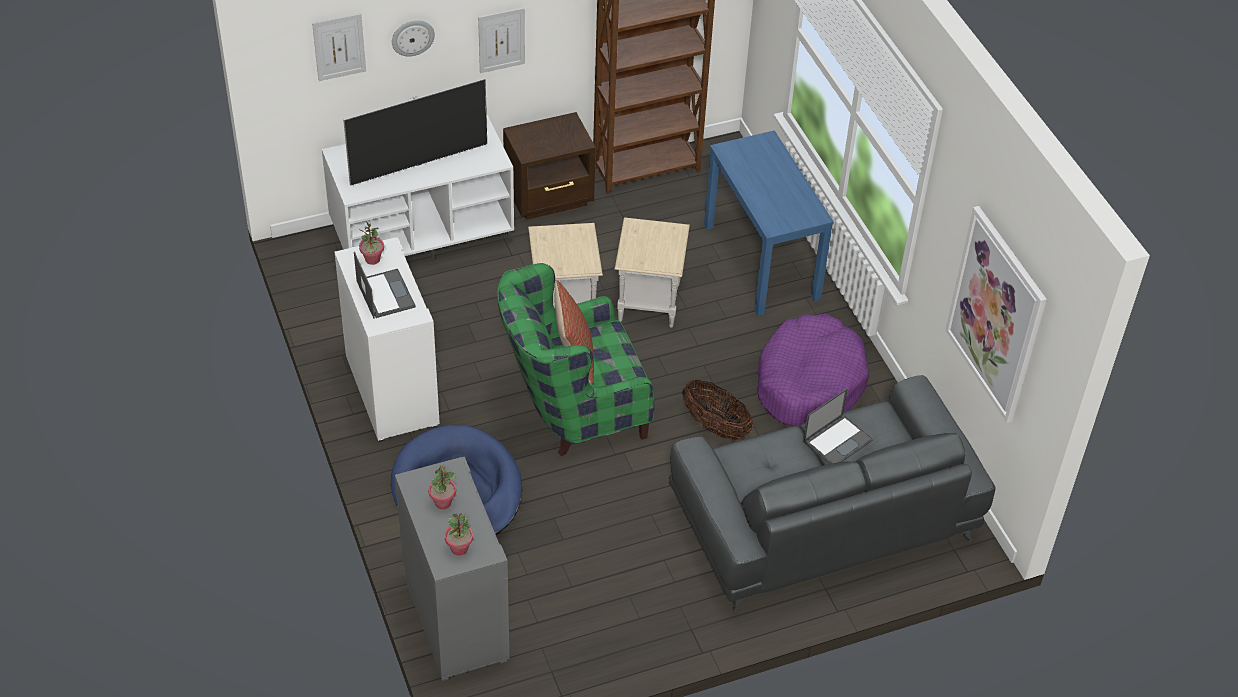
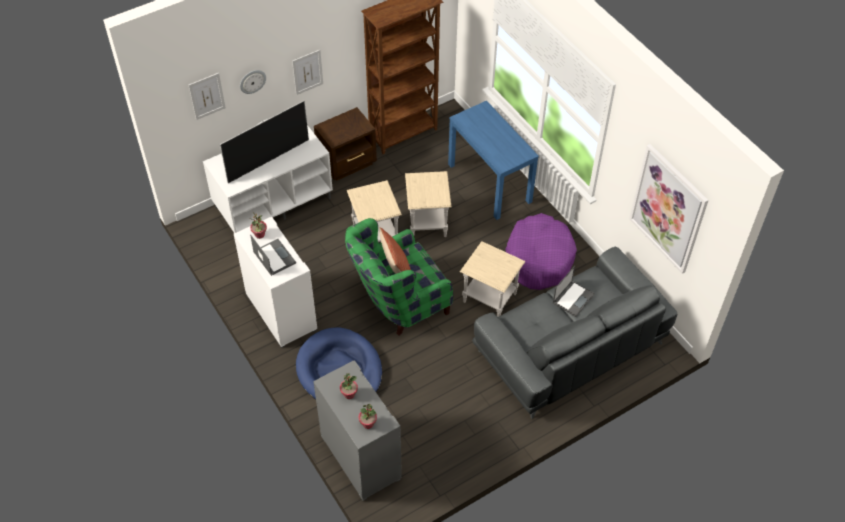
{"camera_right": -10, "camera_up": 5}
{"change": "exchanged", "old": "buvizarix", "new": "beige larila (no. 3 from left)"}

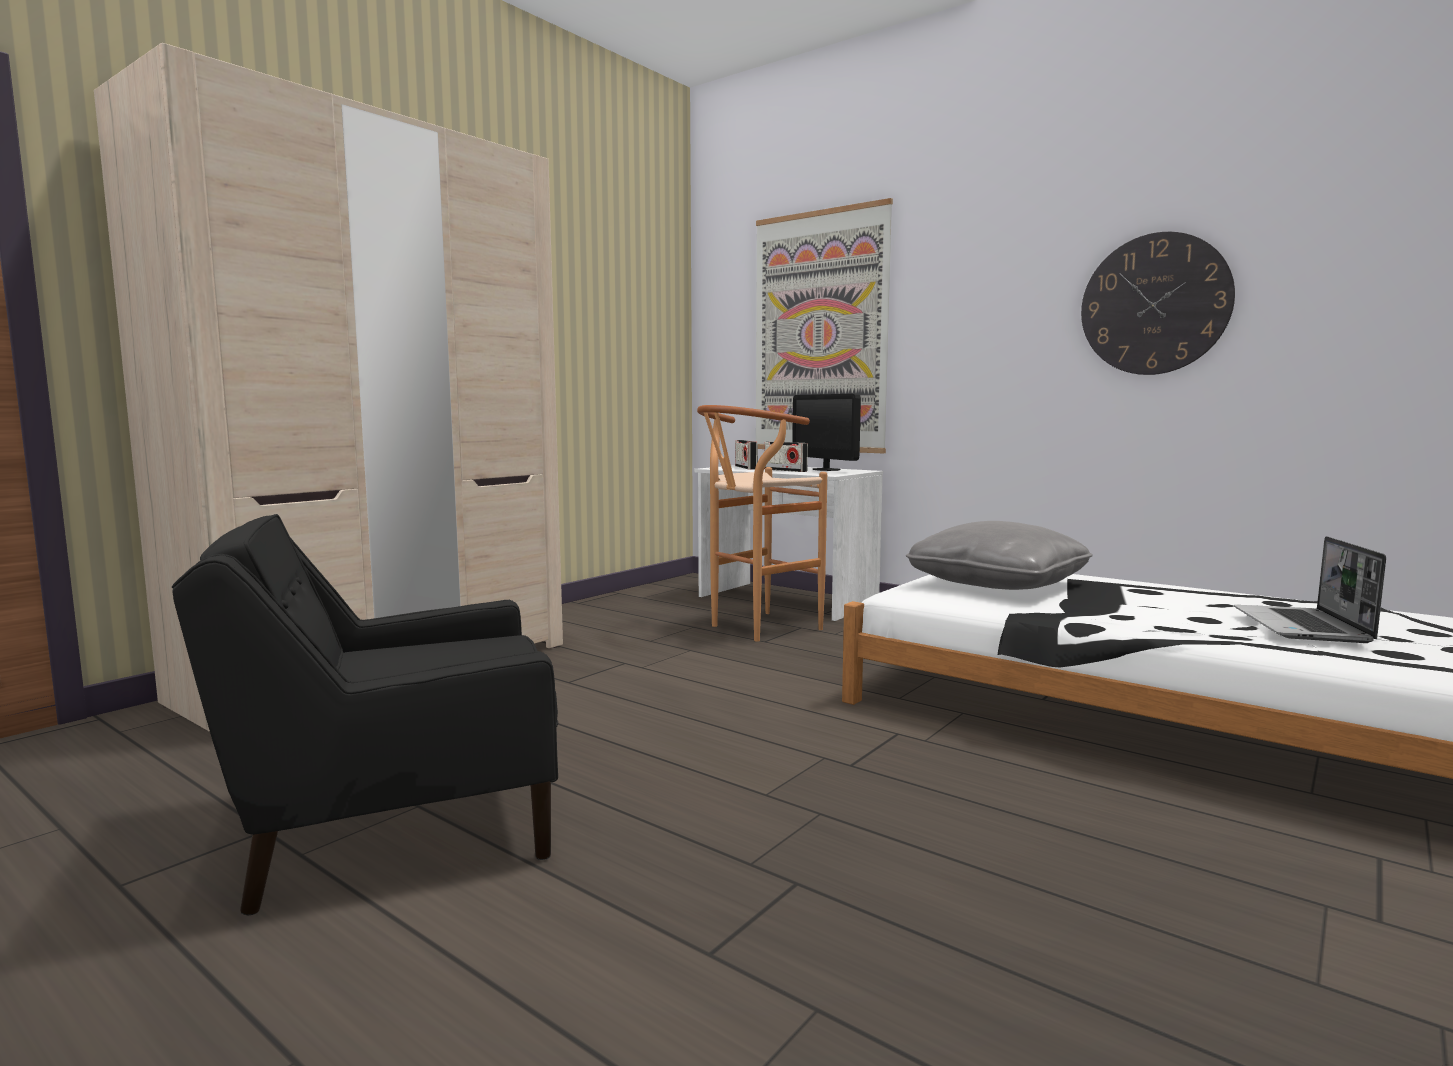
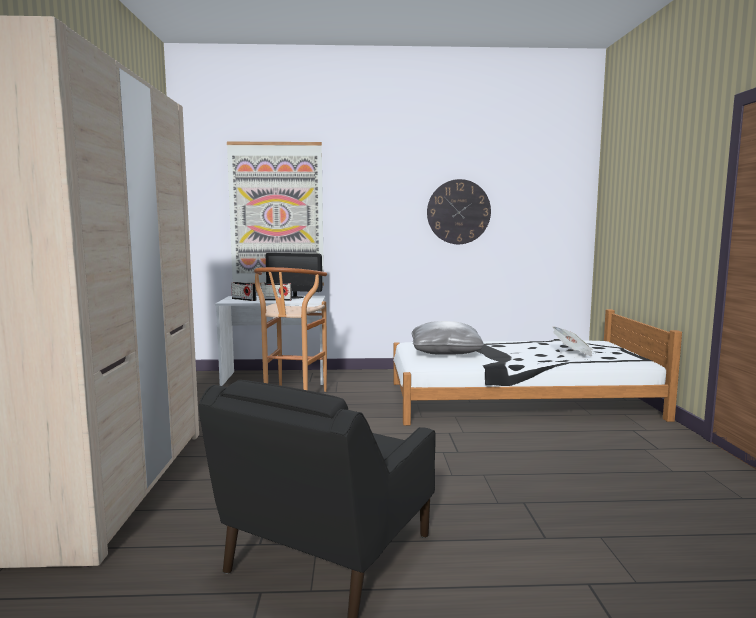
{"camera_right": -40, "camera_up": 0}
{"change": "exchanged", "old": "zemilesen", "new": "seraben"}

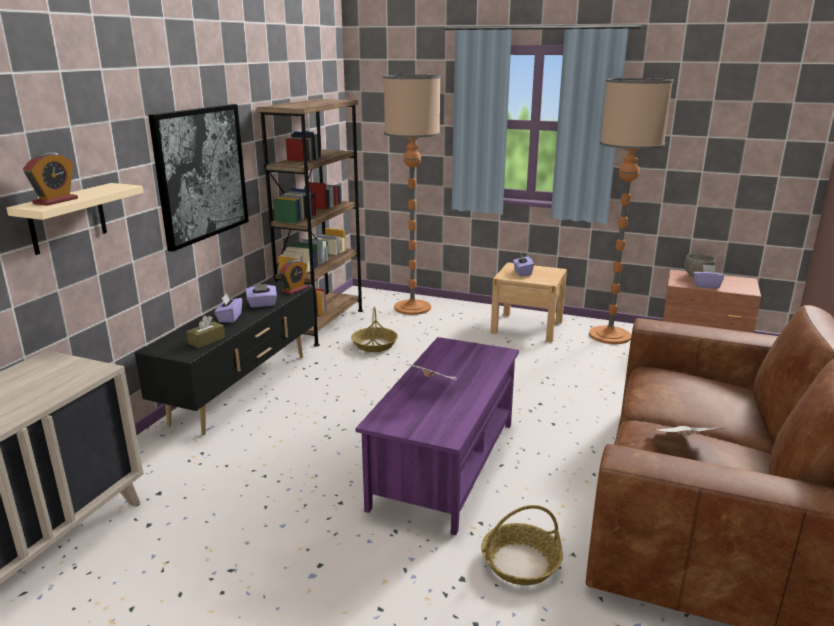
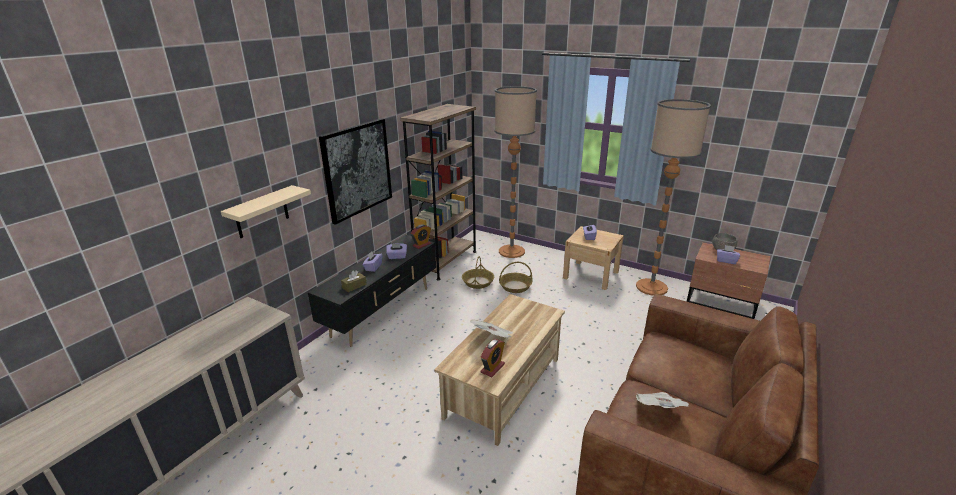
{"camera_right": 10, "camera_up": 5}
{"change": "relocated", "old": "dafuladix (no. 1 from left in the first image)", "new": "dafuladix (no. 2 from left)"}
{"change": "colour", "old": "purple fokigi", "new": "beige fokigi"}
{"change": "relocated", "old": "buvizarix (no. 2 from left)"}

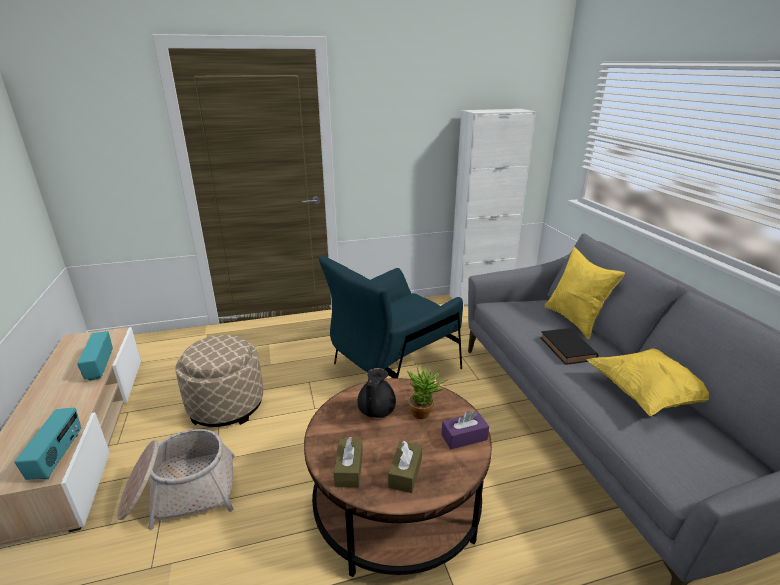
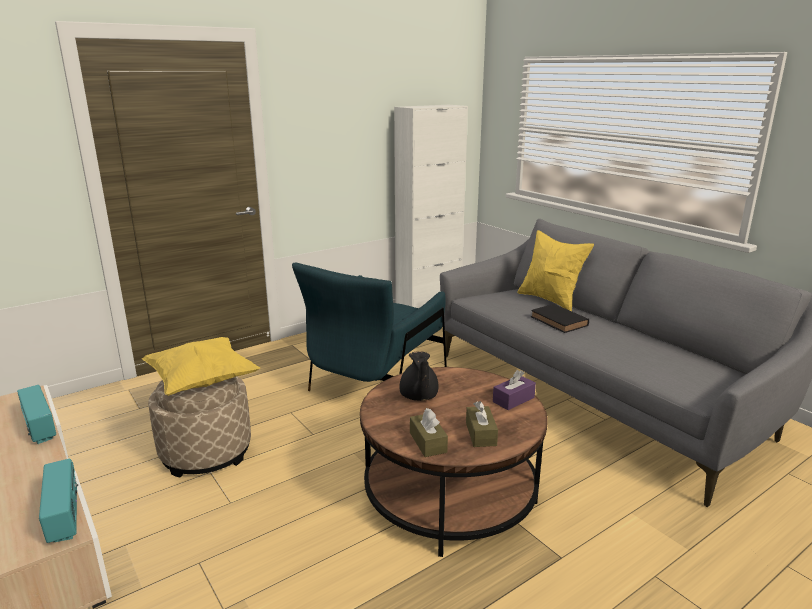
{"camera_right": -20, "camera_up": -5}
{"change": "relocated", "old": "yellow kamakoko (no. 2 from left in the first image)", "new": "yellow kamakoko (no. 1 from left)"}
{"change": "missing", "old": "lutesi"}
{"change": "missing", "old": "buvizarix"}

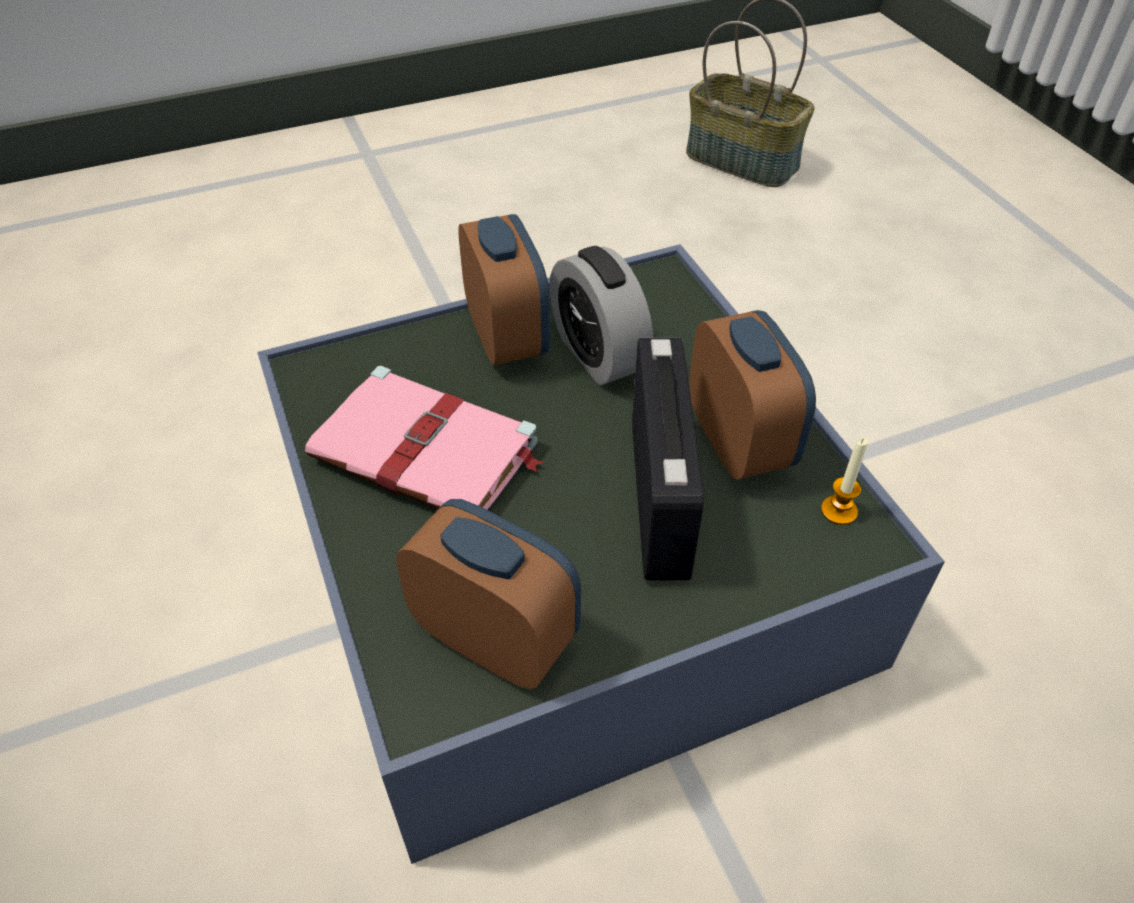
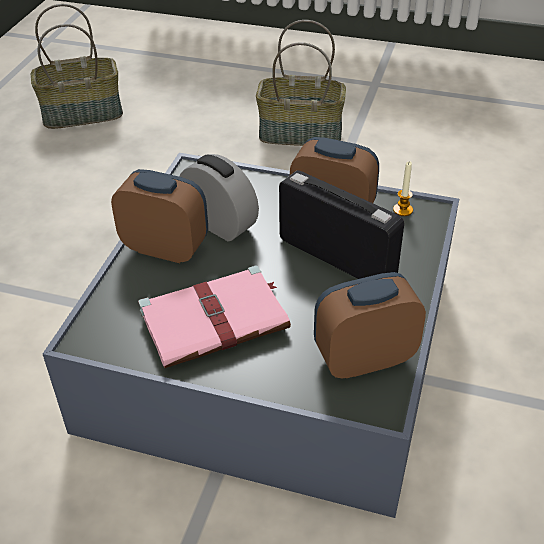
{"camera_right": -50, "camera_up": -5}
{"change": "spun", "old": "dafuladix (no. 3 from left in the first image)", "degrees": -150}
{"change": "appeared", "new": "buvizarix (no. 2 from left)"}

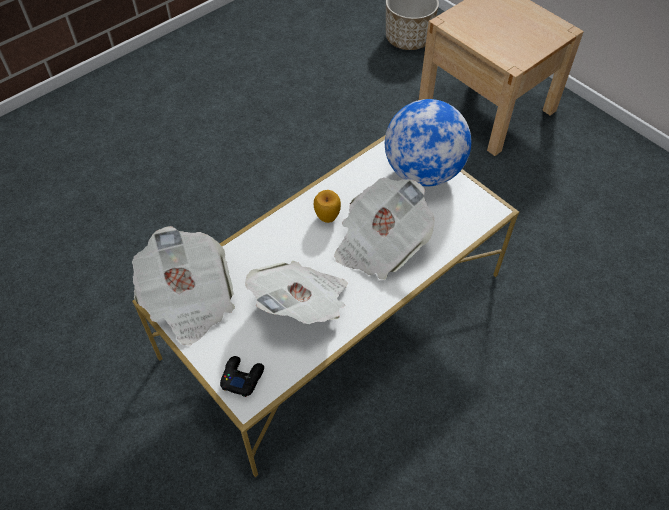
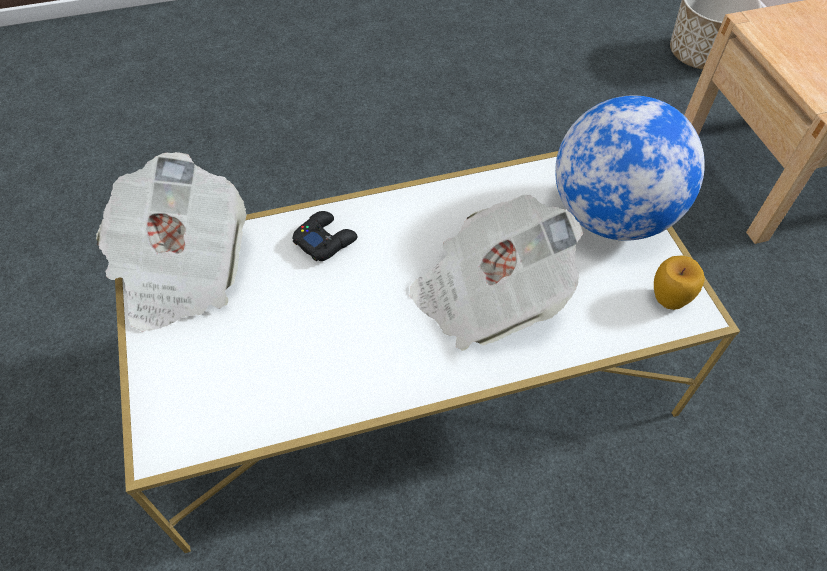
{"camera_right": 25, "camera_up": 0}
{"change": "relocated", "old": "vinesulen"}
{"change": "missing", "old": "seraben (no. 2 from left)"}
{"change": "relocated", "old": "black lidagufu"}

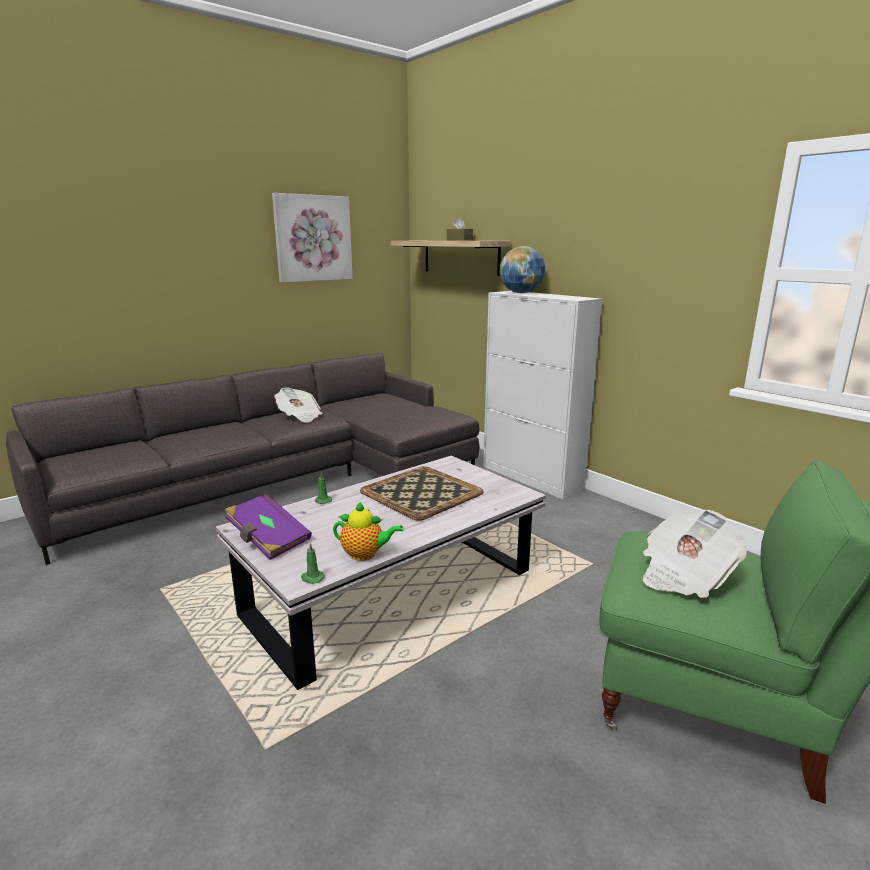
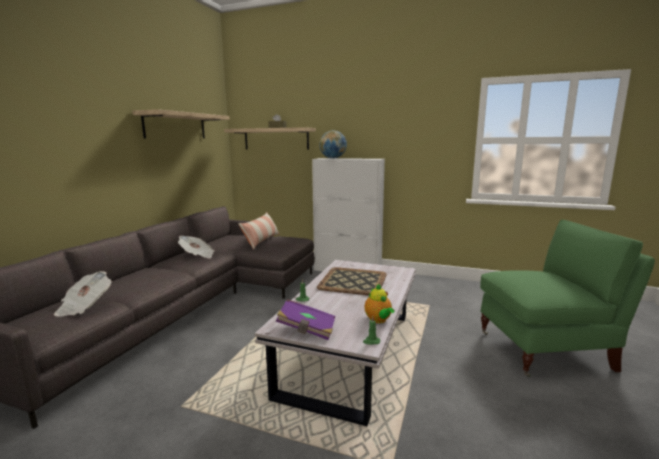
{"camera_right": -30, "camera_up": -5}
{"change": "exchanged", "old": "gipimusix", "new": "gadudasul (no. 1 from left)"}
{"change": "spun", "old": "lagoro", "degrees": 90}
{"change": "relocated", "old": "seraben (no. 2 from left in the first image)", "new": "seraben (no. 1 from left)"}
{"change": "appeared", "new": "kamakoko"}

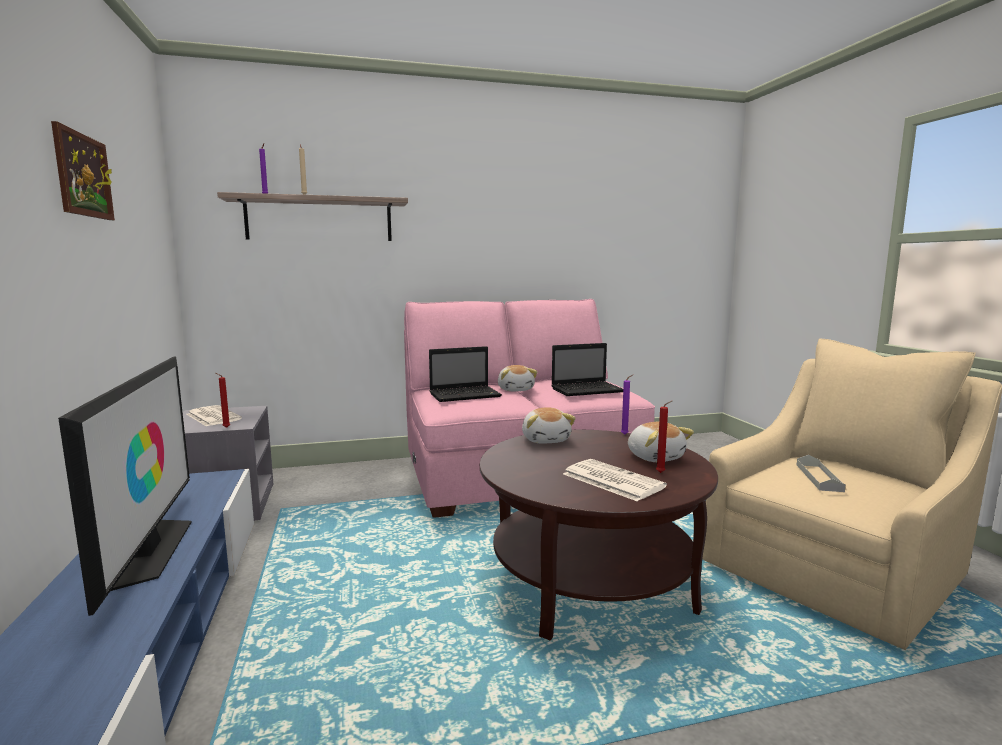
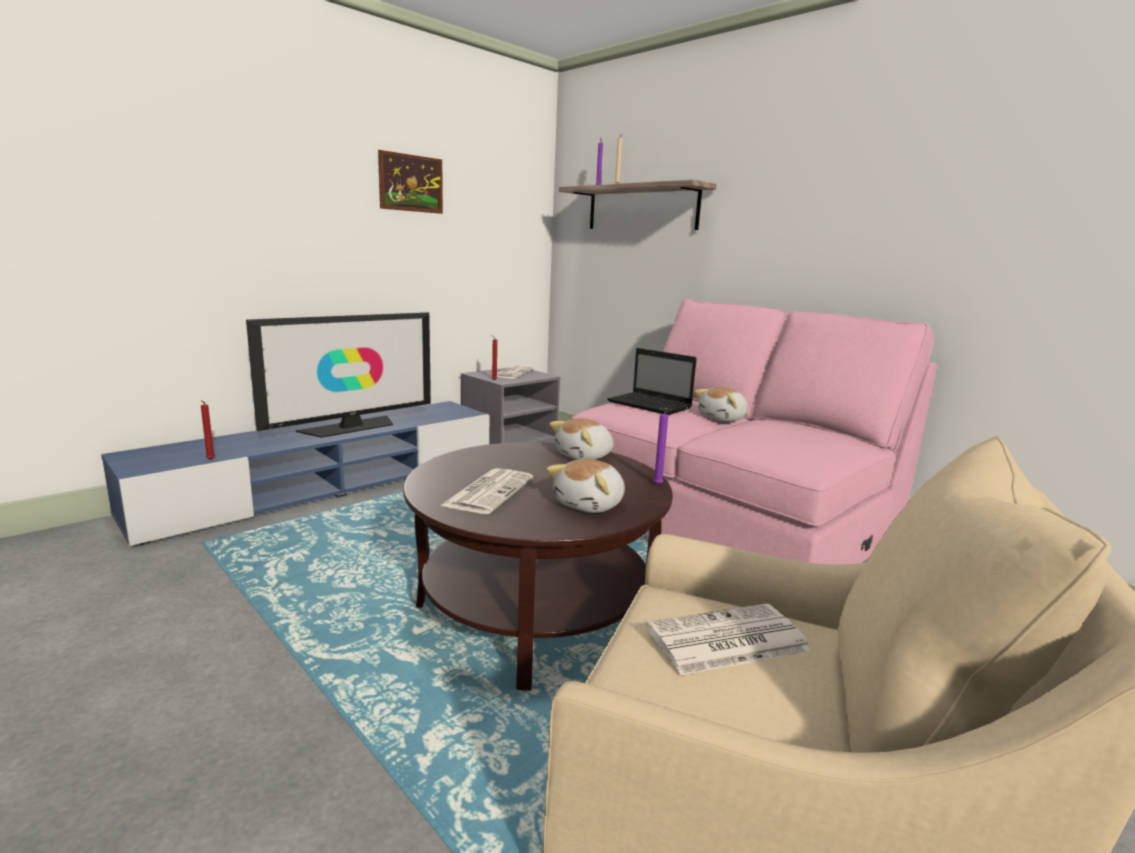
{"camera_right": 60, "camera_up": 5}
{"change": "missing", "old": "zemilesen (no. 2 from left)"}
{"change": "relocated", "old": "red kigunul (no. 2 from left in the first image)", "new": "red kigunul (no. 1 from left)"}
{"change": "exchanged", "old": "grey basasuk", "new": "seraben (no. 3 from left)"}

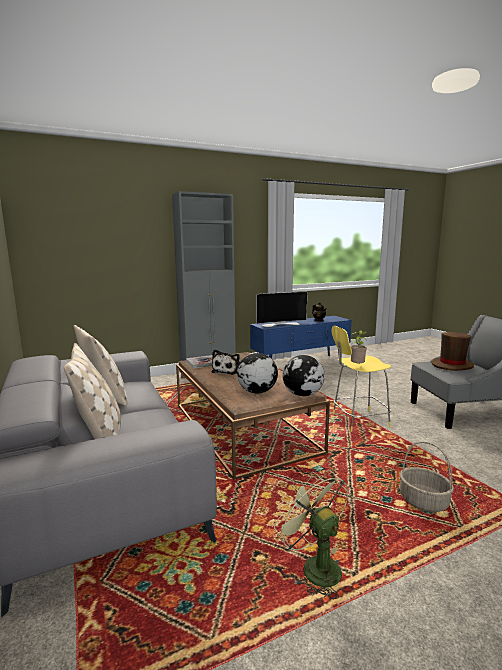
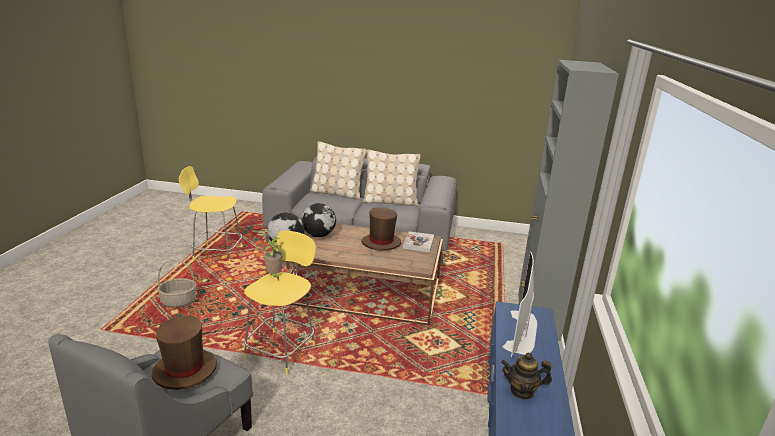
{"camera_right": 125, "camera_up": 10}
{"change": "exchanged", "old": "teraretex", "new": "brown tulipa (no. 2 from left)"}
{"change": "exchanged", "old": "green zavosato", "new": "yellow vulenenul (no. 1 from left)"}

